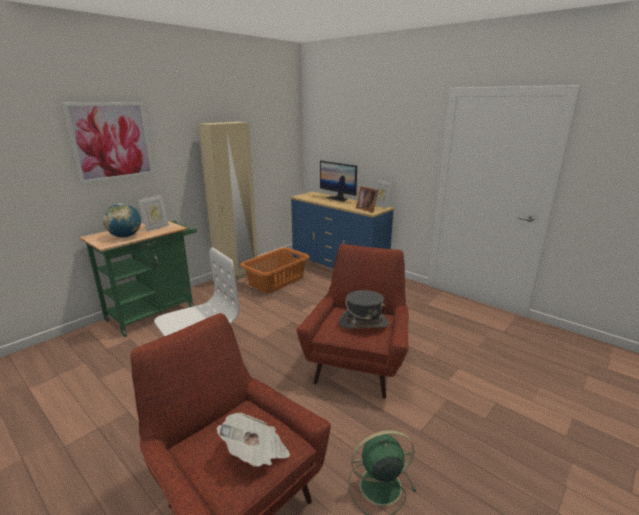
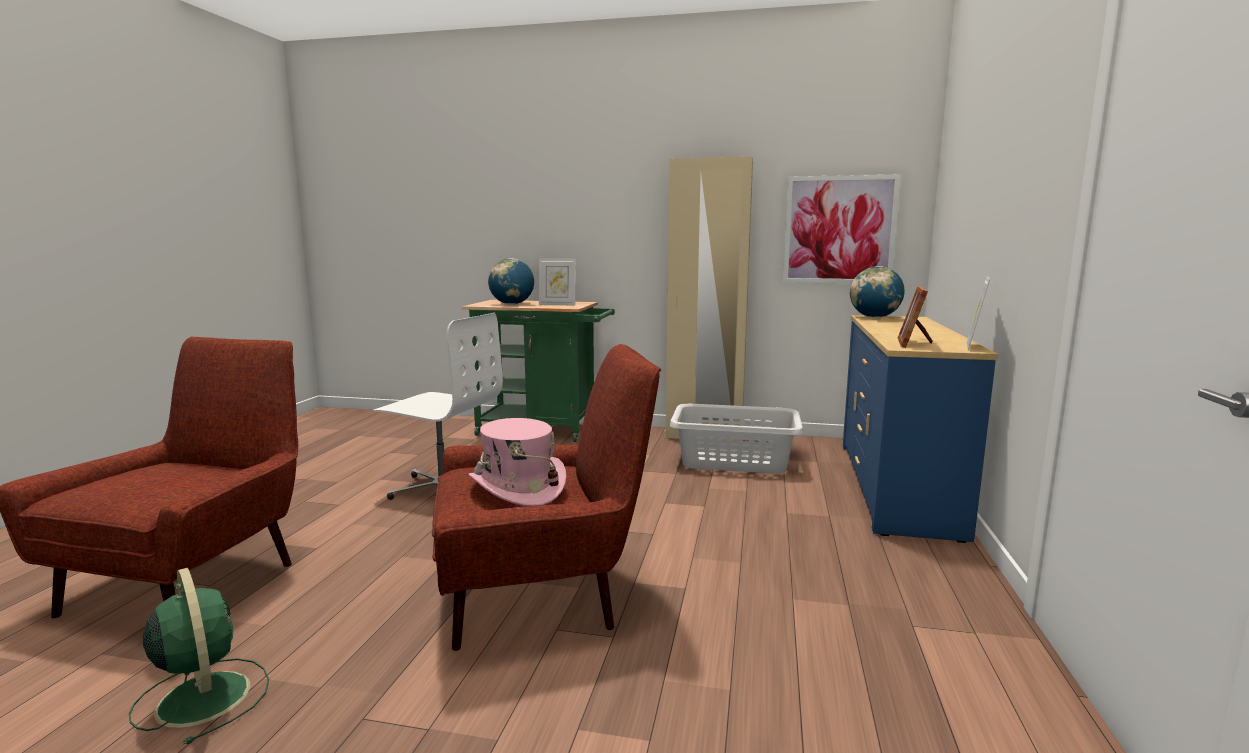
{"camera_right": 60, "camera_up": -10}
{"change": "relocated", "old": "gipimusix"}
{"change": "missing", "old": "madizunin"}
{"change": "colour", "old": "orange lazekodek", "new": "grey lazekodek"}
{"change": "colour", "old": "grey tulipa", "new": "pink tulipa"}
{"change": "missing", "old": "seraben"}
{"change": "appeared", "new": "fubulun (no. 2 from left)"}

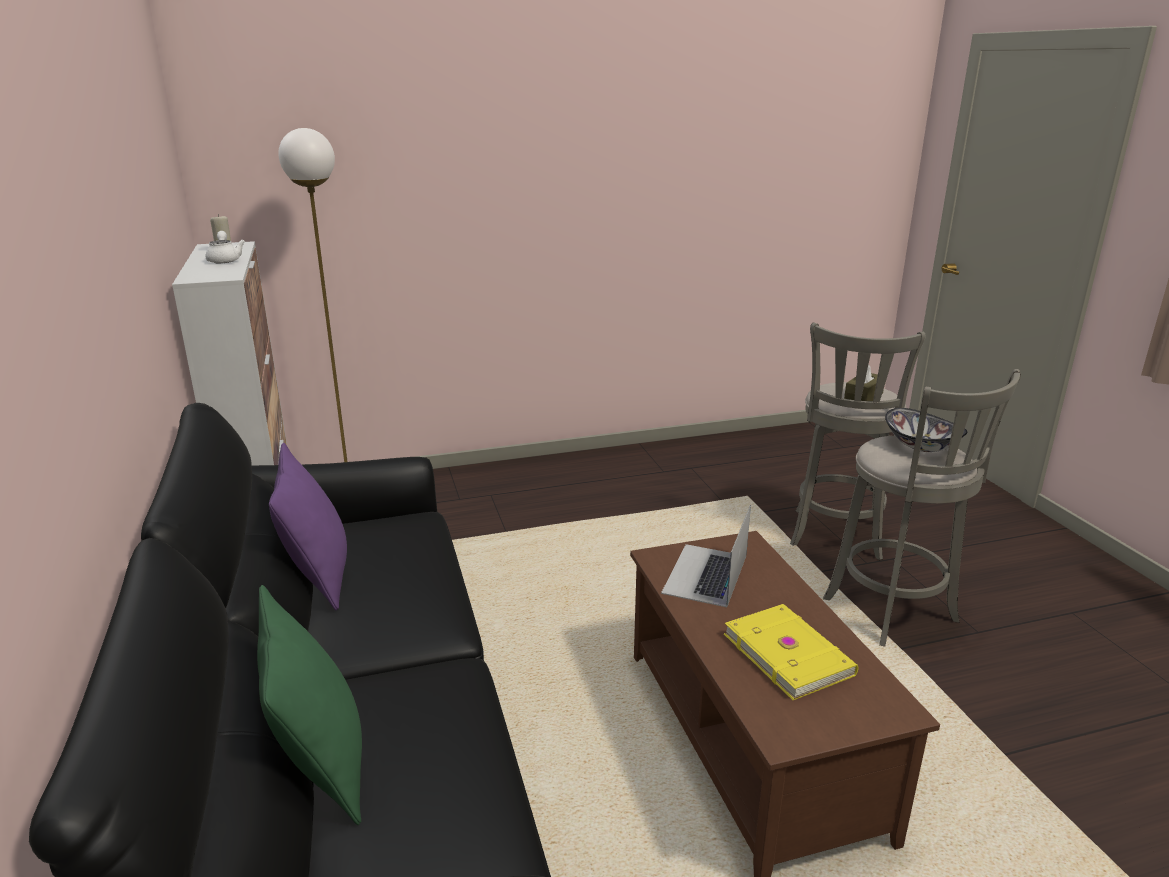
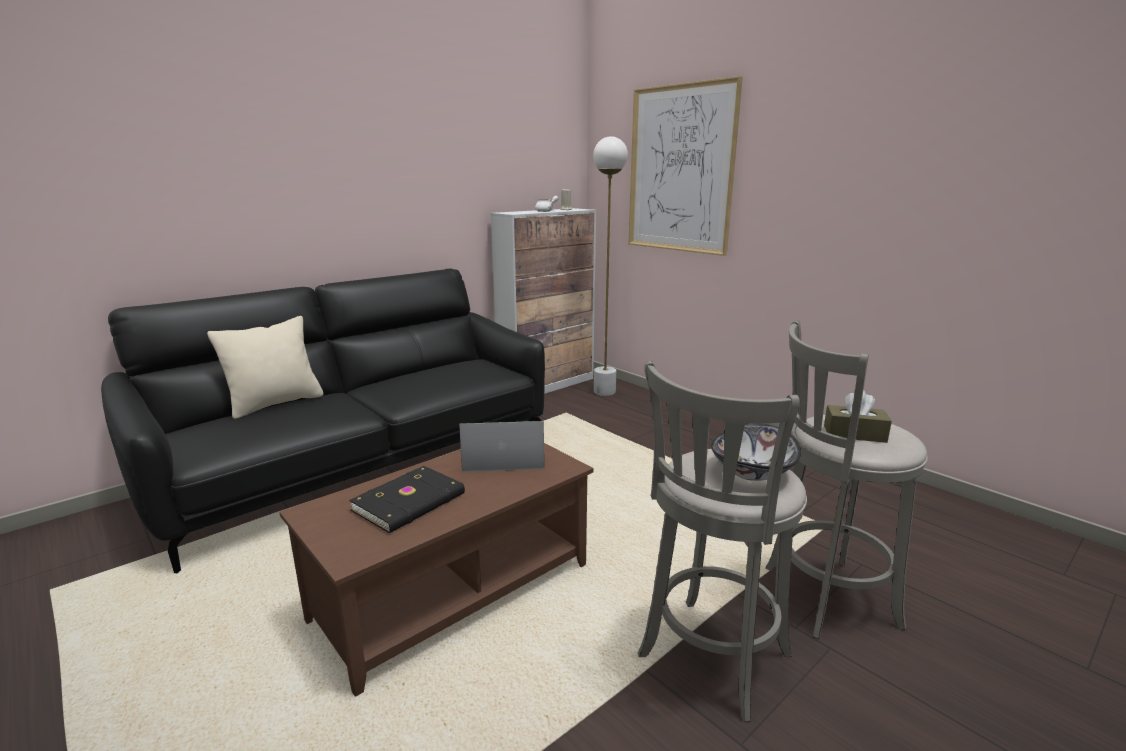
{"camera_right": 65, "camera_up": -5}
{"change": "missing", "old": "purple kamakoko"}
{"change": "colour", "old": "green kamakoko", "new": "beige kamakoko"}
{"change": "colour", "old": "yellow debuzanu", "new": "black debuzanu"}
{"change": "appeared", "new": "gipimusix"}

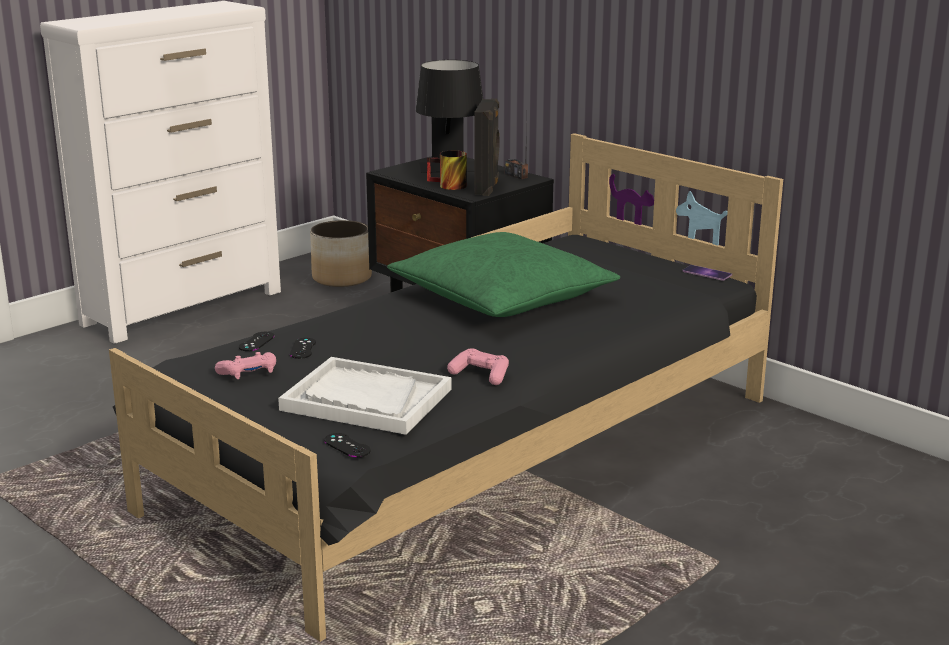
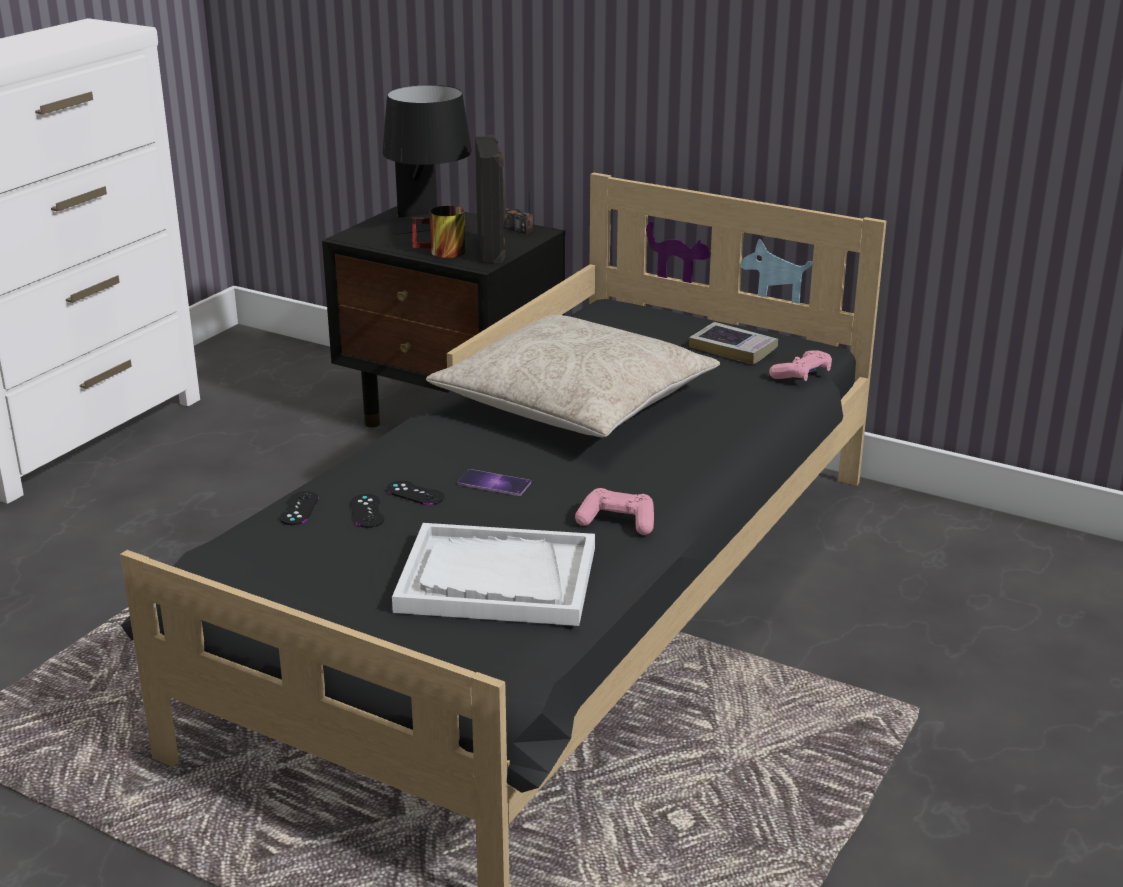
{"camera_right": -15, "camera_up": 5}
{"change": "missing", "old": "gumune"}
{"change": "colour", "old": "green kamakoko", "new": "beige kamakoko"}
{"change": "relocated", "old": "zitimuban"}
{"change": "relocated", "old": "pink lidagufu (no. 1 from left in the first image)", "new": "pink lidagufu (no. 2 from left)"}
{"change": "relocated", "old": "black lidagufu (no. 3 from left)"}
{"change": "appeared", "new": "debuzanu"}

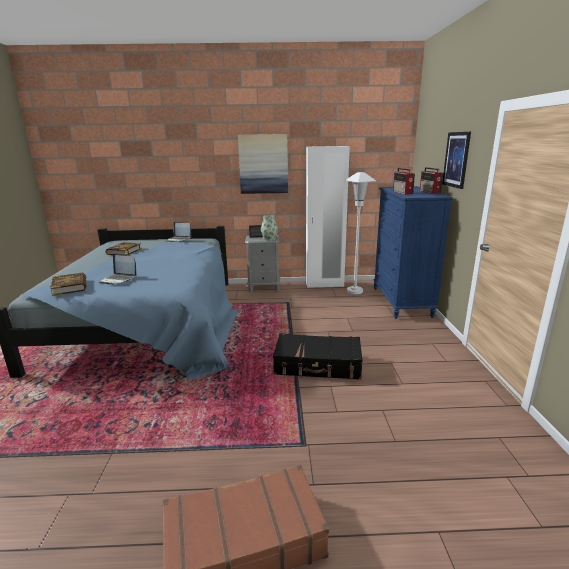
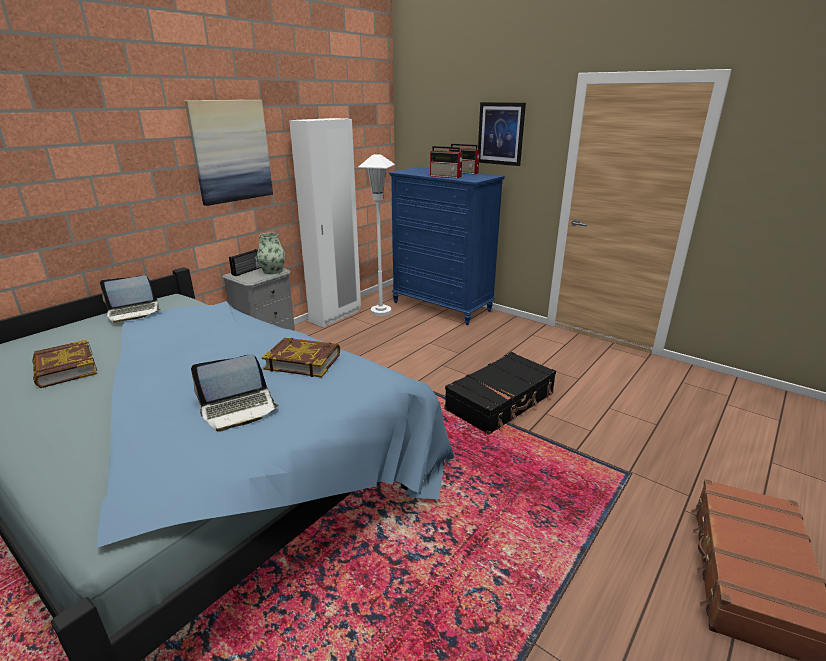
{"camera_right": -50, "camera_up": 5}
{"change": "relocated", "old": "debuzanu (no. 1 from left in the first image)", "new": "debuzanu (no. 2 from left)"}

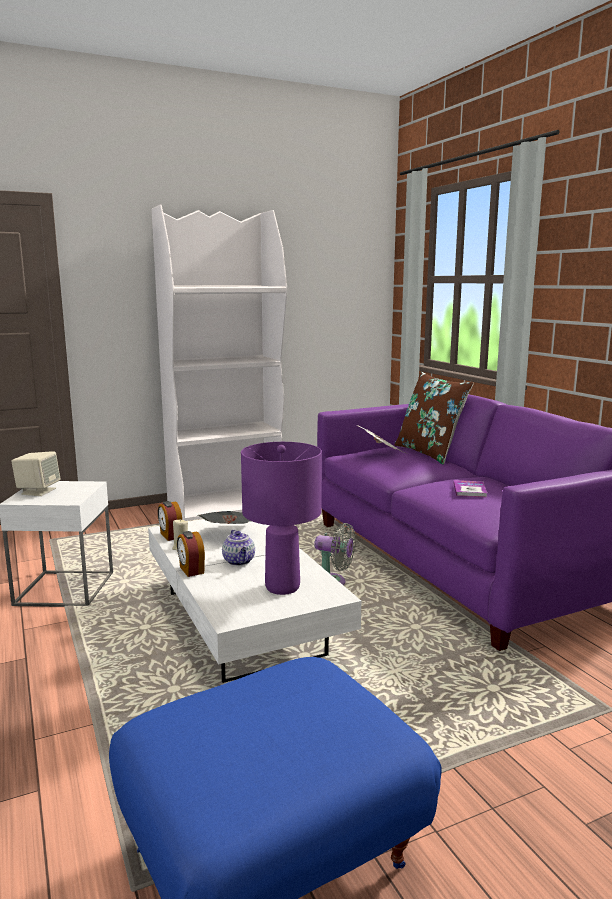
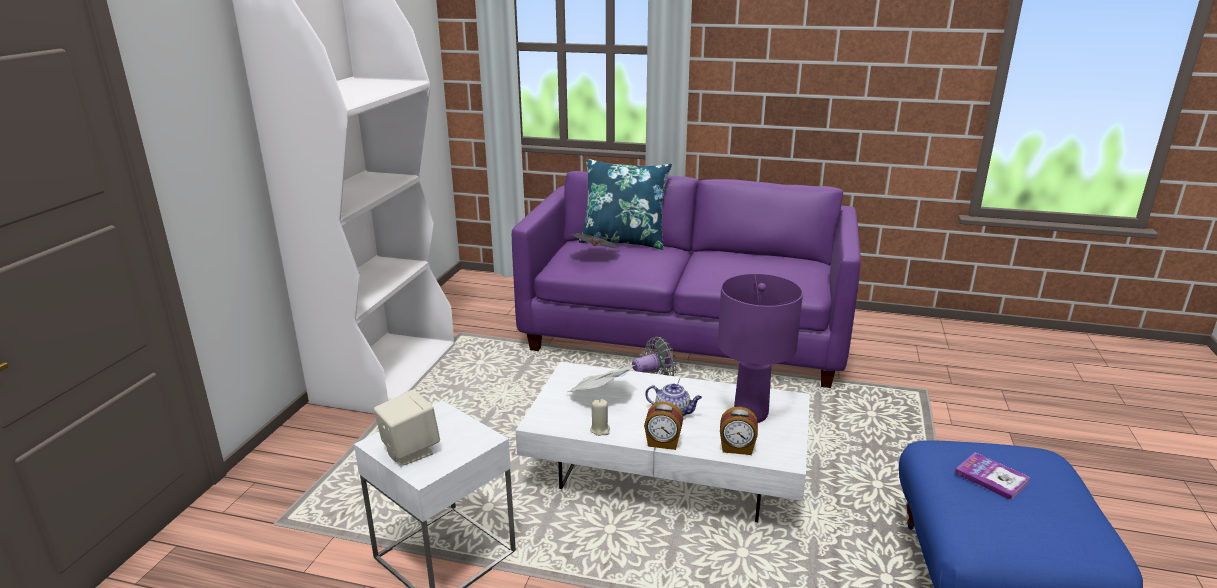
{"camera_right": -50, "camera_up": 10}
{"change": "colour", "old": "brown kamakoko", "new": "blue kamakoko"}
{"change": "relocated", "old": "debuzanu"}
{"change": "relocated", "old": "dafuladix (no. 1 from left in the first image)", "new": "dafuladix (no. 2 from left)"}

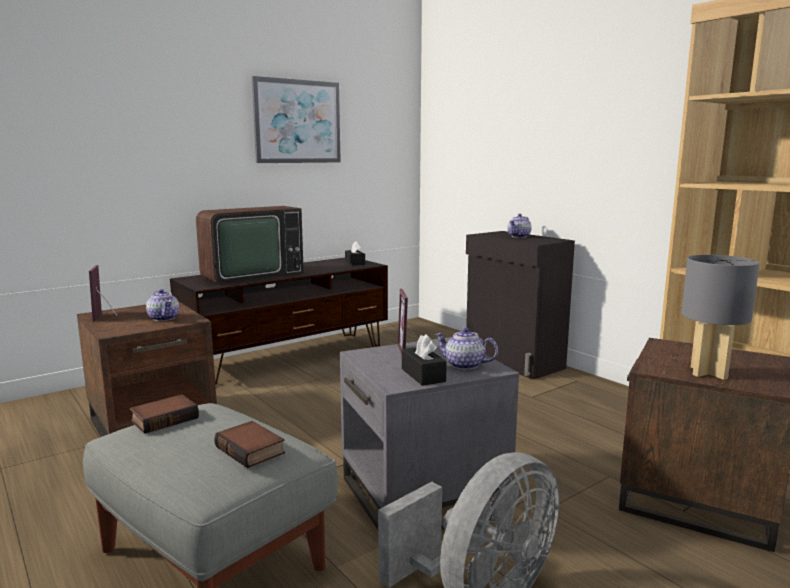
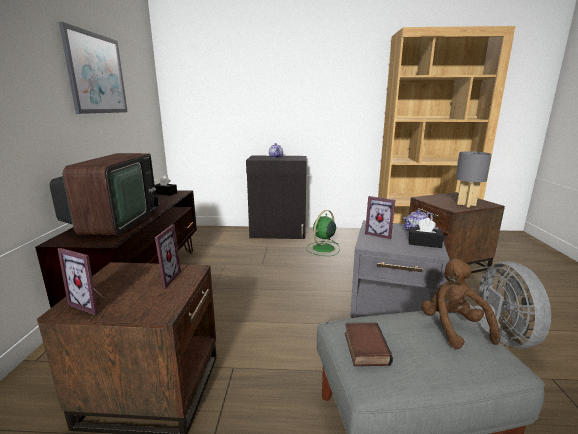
{"camera_right": -50, "camera_up": 5}
{"change": "exchanged", "old": "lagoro (no. 1 from left)", "new": "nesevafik (no. 2 from left)"}
{"change": "exchanged", "old": "debuzanu (no. 2 from left)", "new": "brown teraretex"}
{"change": "appeared", "new": "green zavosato"}

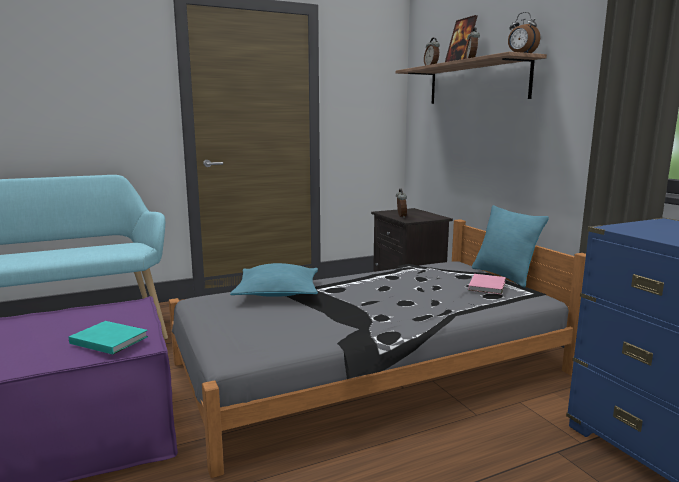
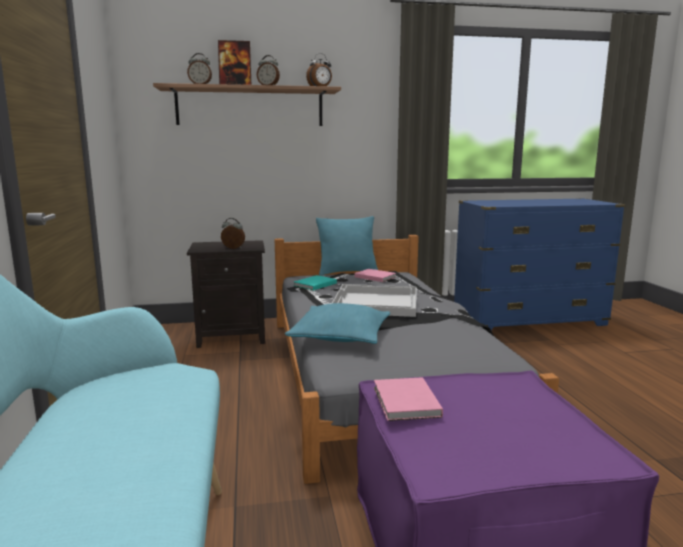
{"camera_right": -75, "camera_up": 0}
{"change": "relocated", "old": "turquoise debuzanu"}
{"change": "appeared", "new": "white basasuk"}
{"change": "appeared", "new": "pink debuzanu (no. 2 from left)"}

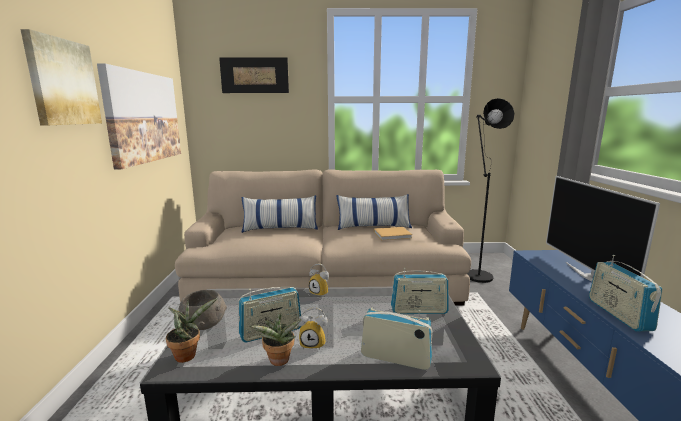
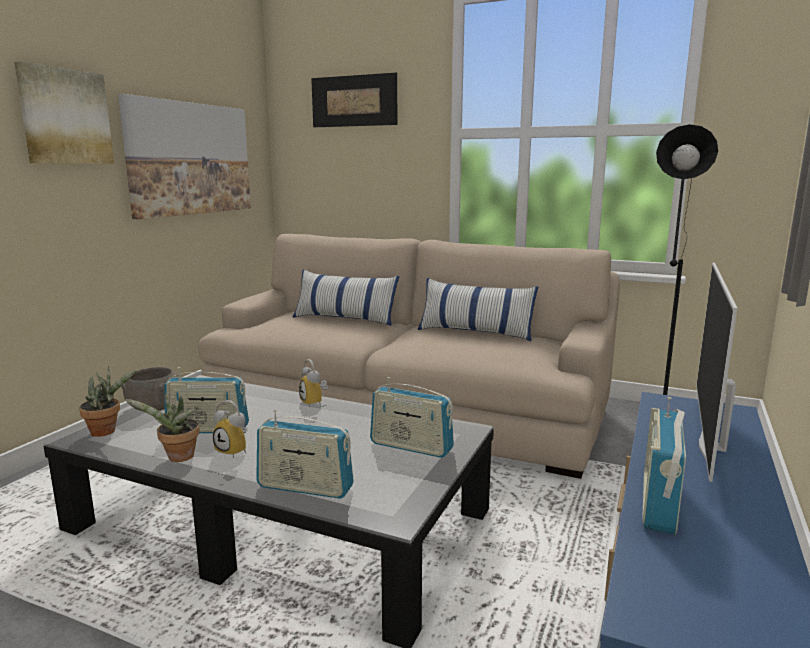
{"camera_right": 25, "camera_up": 0}
{"change": "missing", "old": "beige debuzanu"}
{"change": "spun", "old": "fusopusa (no. 2 from left)", "degrees": 150}

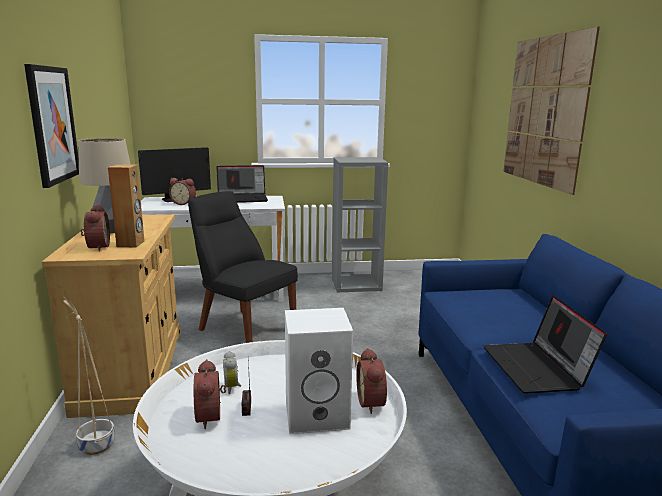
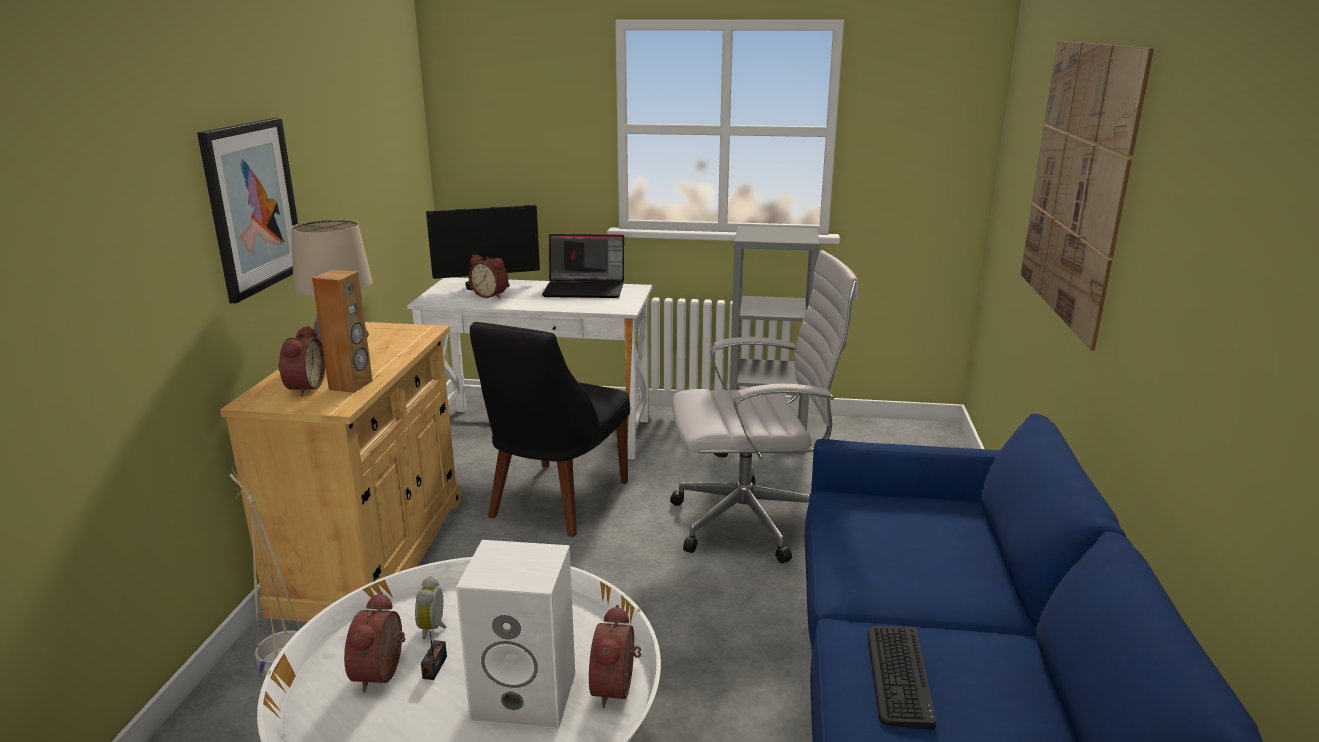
{"camera_right": 15, "camera_up": 5}
{"change": "spun", "old": "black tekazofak", "degrees": -120}
{"change": "exchanged", "old": "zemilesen (no. 2 from left)", "new": "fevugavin"}
{"change": "appeared", "new": "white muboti"}

